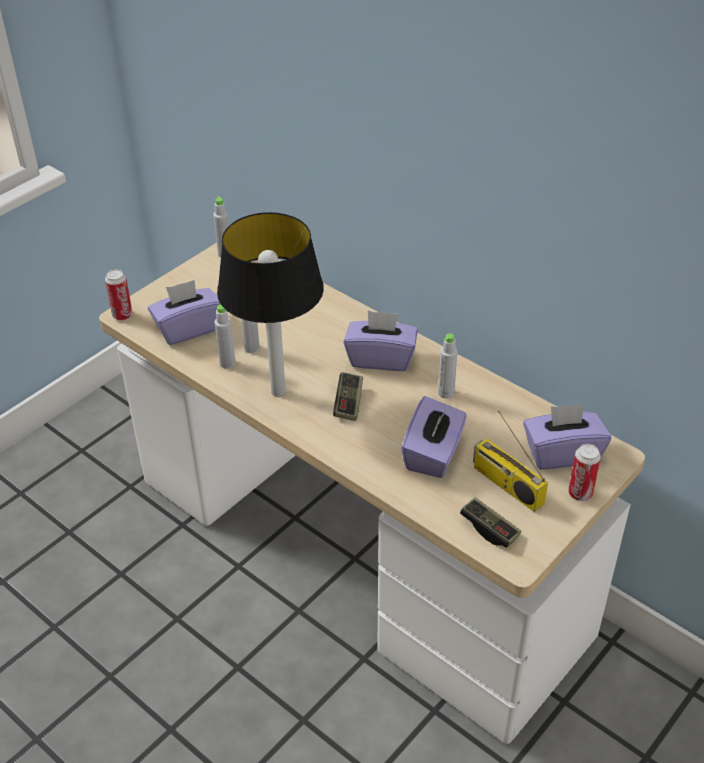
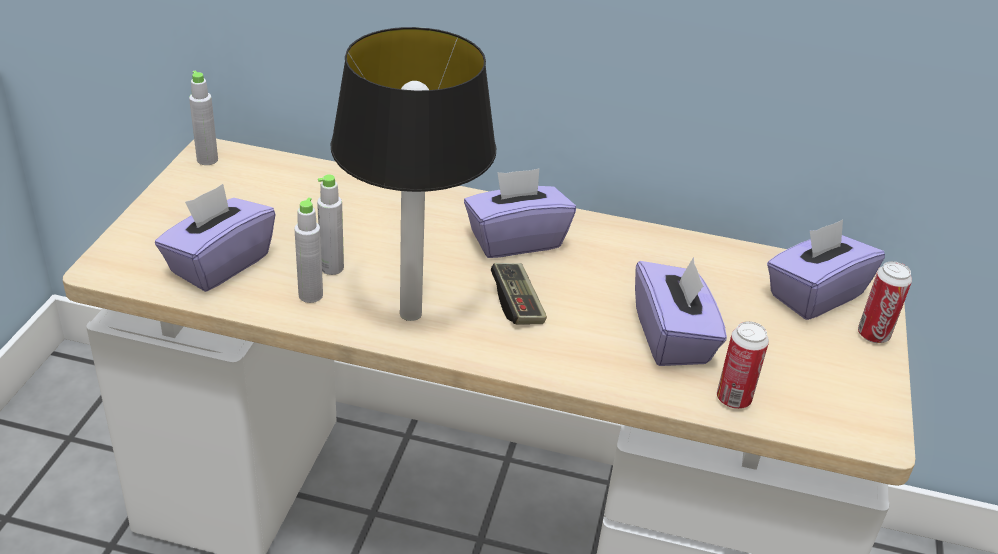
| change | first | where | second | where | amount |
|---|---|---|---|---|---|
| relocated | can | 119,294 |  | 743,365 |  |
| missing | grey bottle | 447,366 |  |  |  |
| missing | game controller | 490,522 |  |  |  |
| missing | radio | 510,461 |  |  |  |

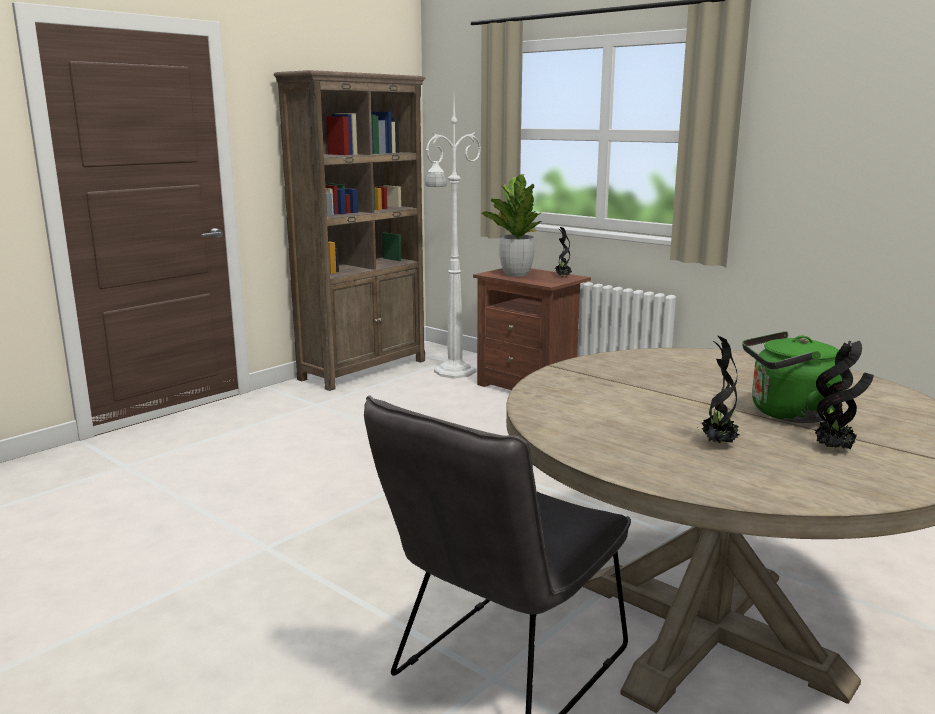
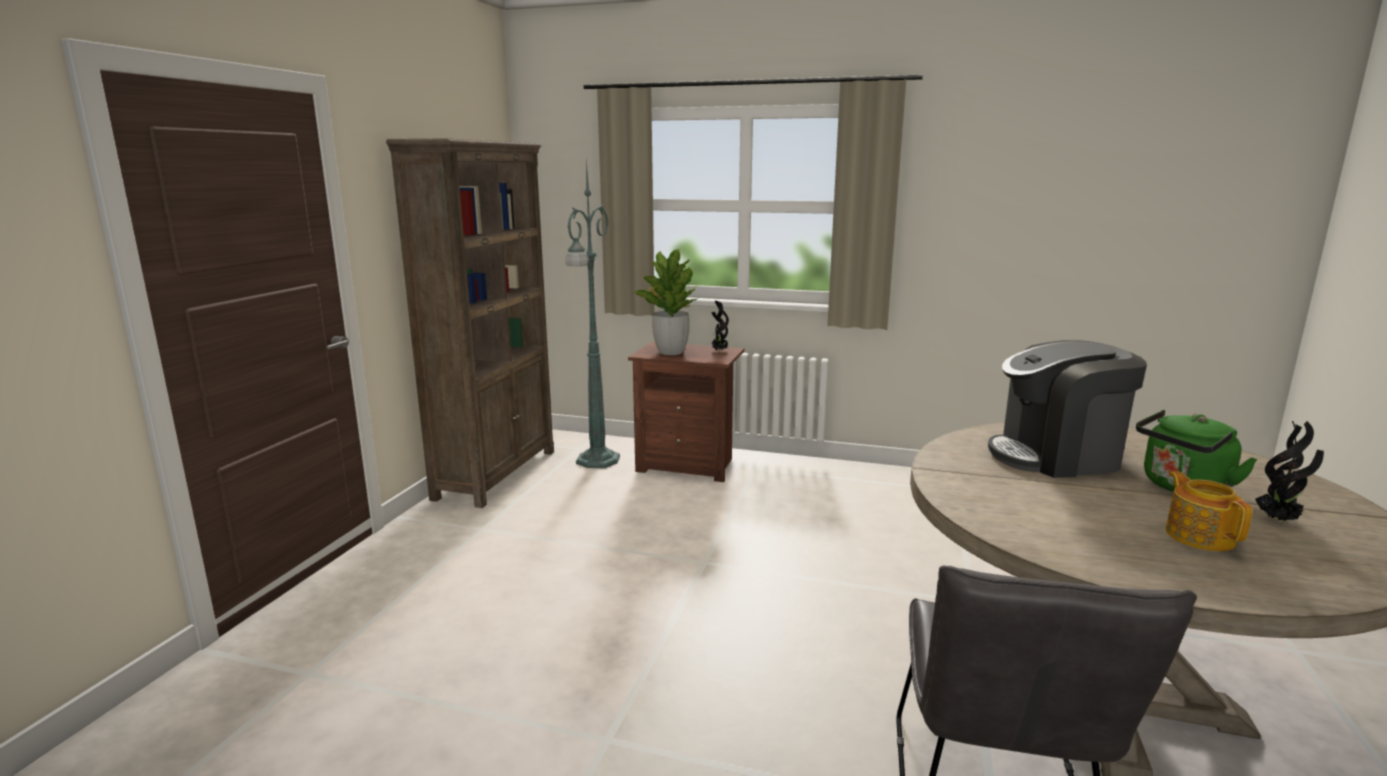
| change | first | where | second | where | amount |
|---|---|---|---|---|---|
| colour | white floor lamp | 453,238 | green floor lamp | 592,313 |  |
| appeared |  |  | coffee machine | 1067,409 |  |
| exchanged | potted plant | 718,390 | teapot | 1209,511 |  |

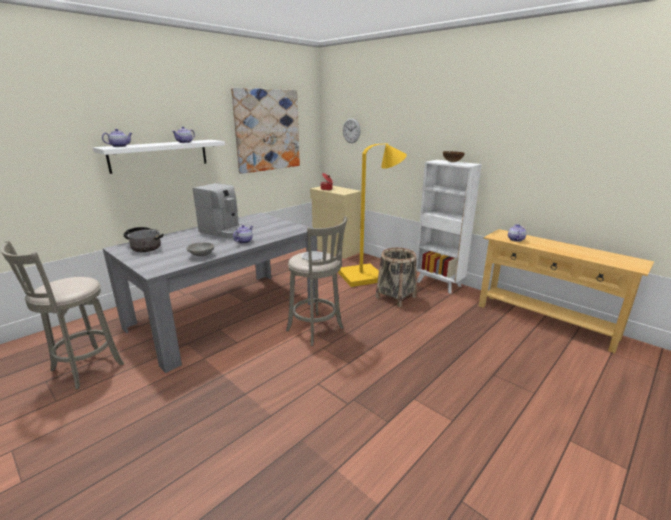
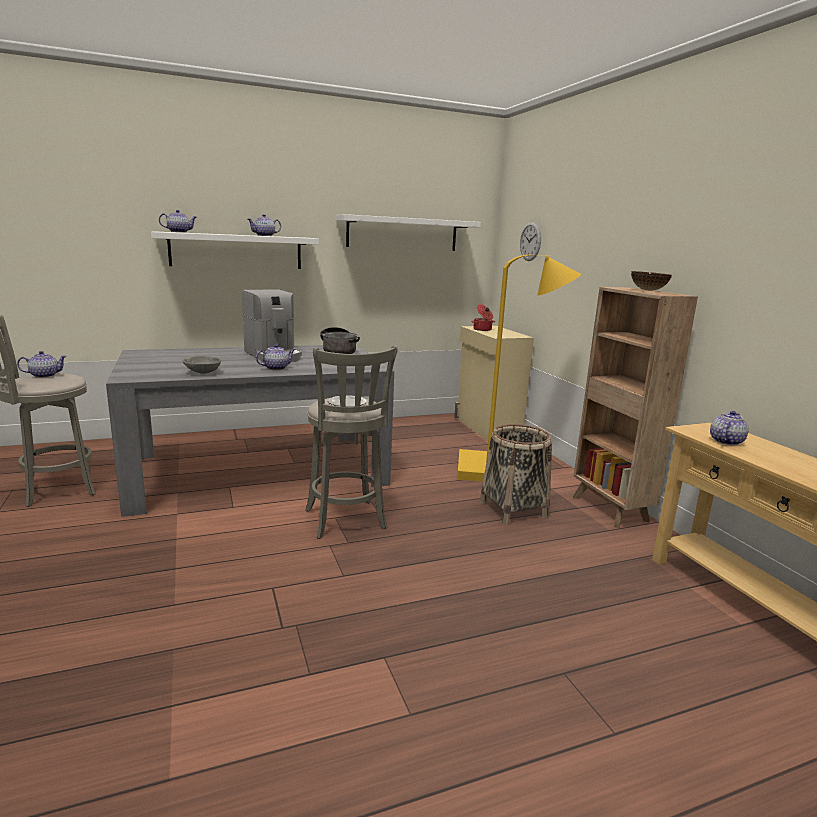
| change | first | where | second | where | amount |
|---|---|---|---|---|---|
| appeared |  |  | teapot | 42,364 |  |
| relocated | cooking pot | 143,239 |  | 340,340 |  |
| exchanged | picture | 265,131 | white shelf | 408,232 |  |
| colour | white bookcase | 449,227 | brown bookcase | 635,407 |  |

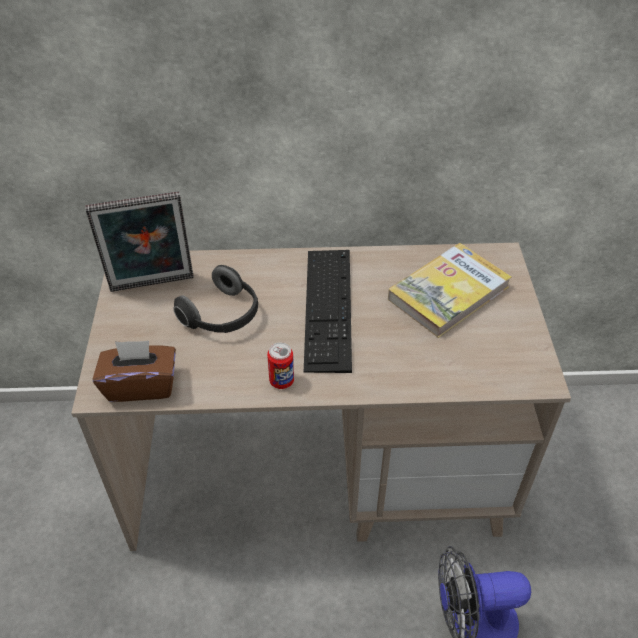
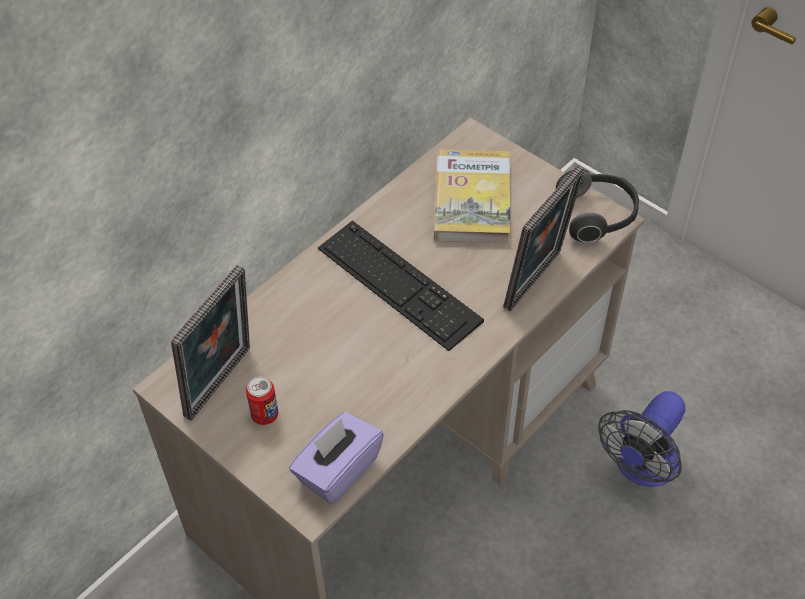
| change | first | where | second | where | amount |
|---|---|---|---|---|---|
| relocated | can | 280,366 |  | 262,401 |  |
| colour | brown tissue box | 134,371 | purple tissue box | 336,458 |  |
| appeared |  |  | picture frame | 544,238 |  |
| relocated | headphones | 215,299 |  | 597,206 |  |

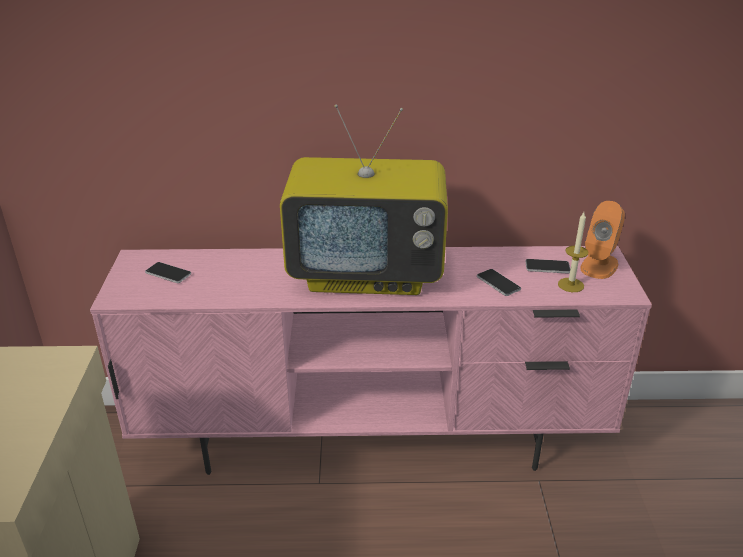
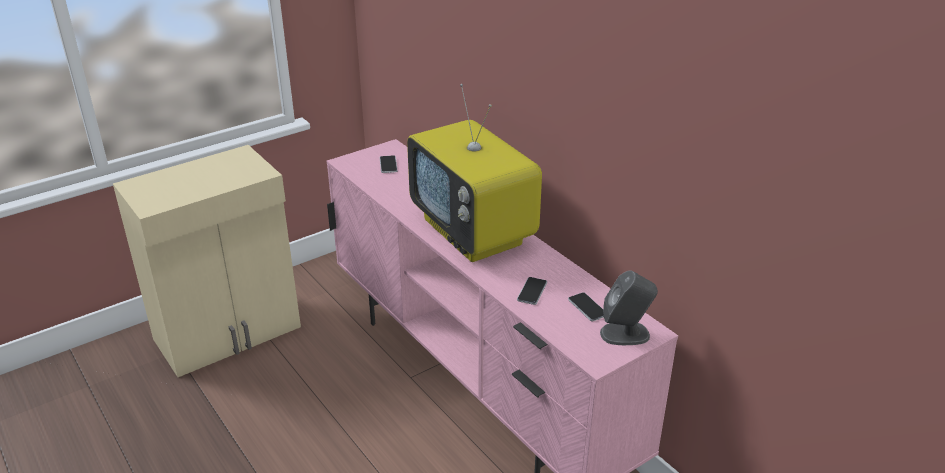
| change | first | where | second | where | amount |
|---|---|---|---|---|---|
| colour | orange speaker | 602,240 | grey speaker | 629,307 |  |
| missing | candle | 573,252 |  |  |  |

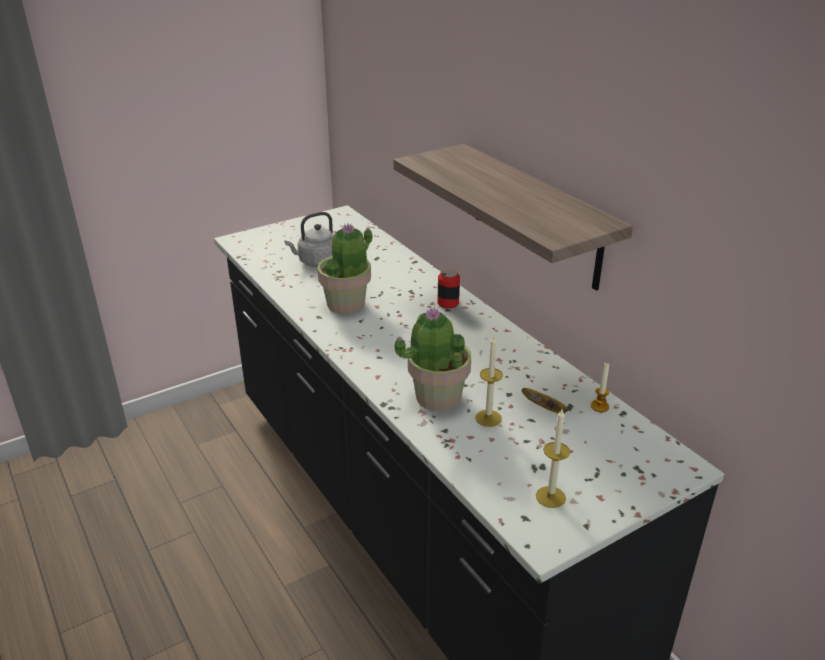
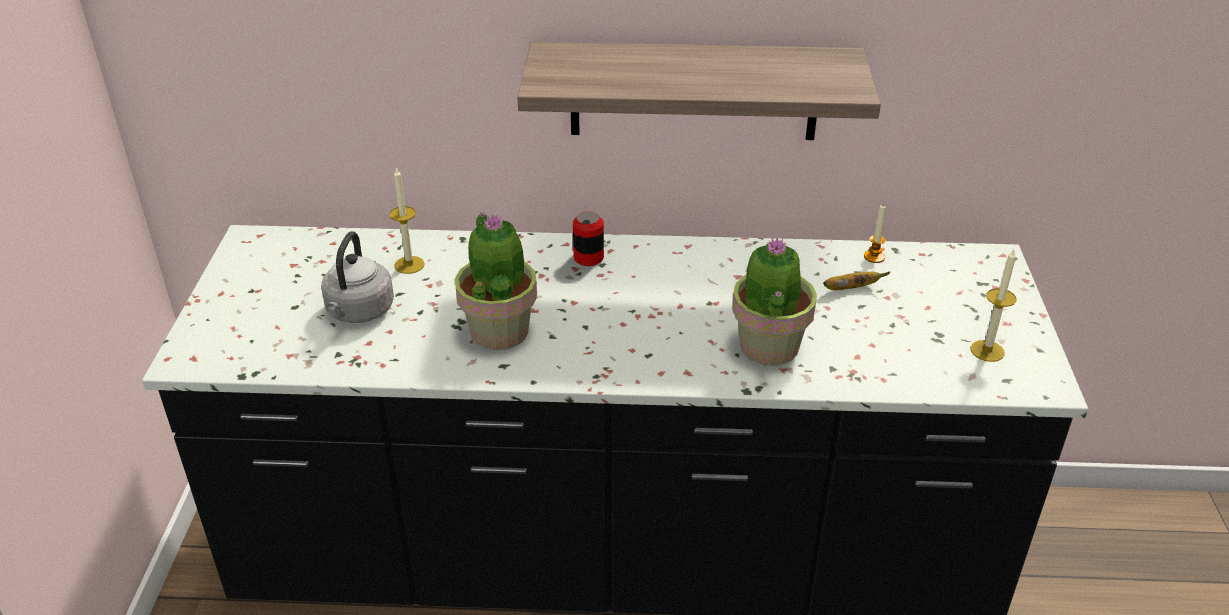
| change | first | where | second | where | amount |
|---|---|---|---|---|---|
| relocated | candle | 489,381 |  | 407,220 |  |

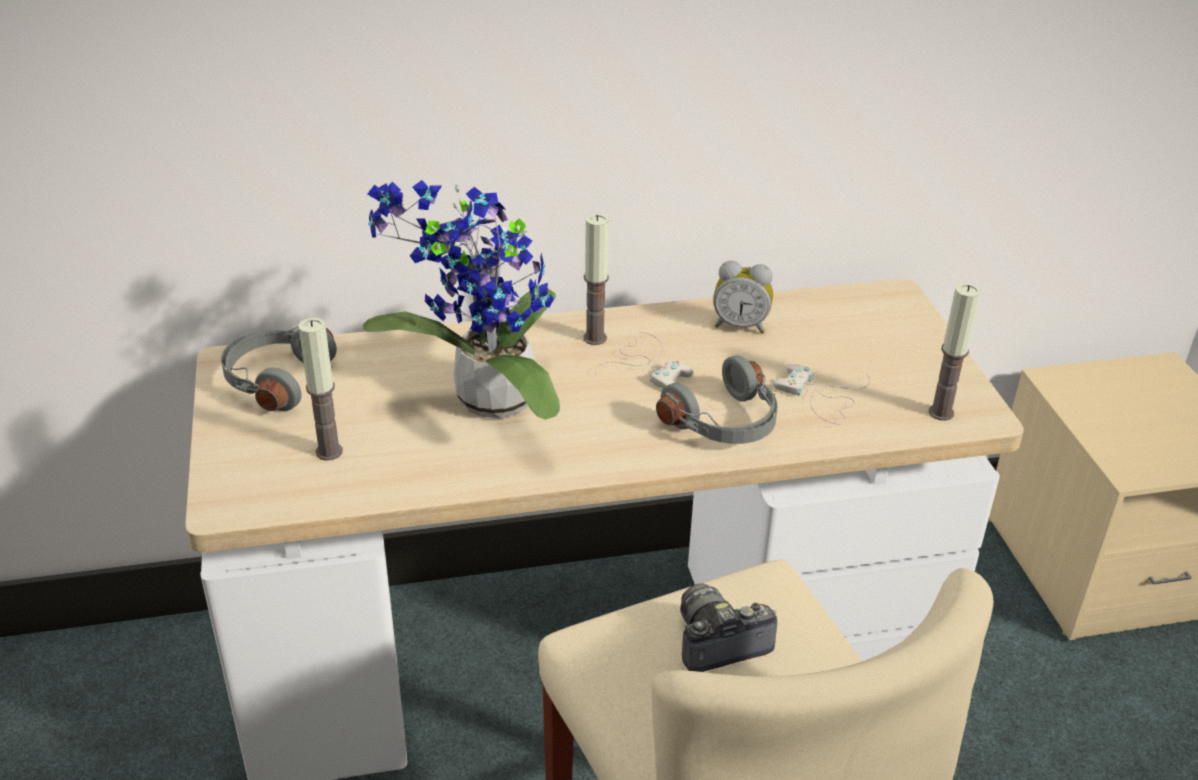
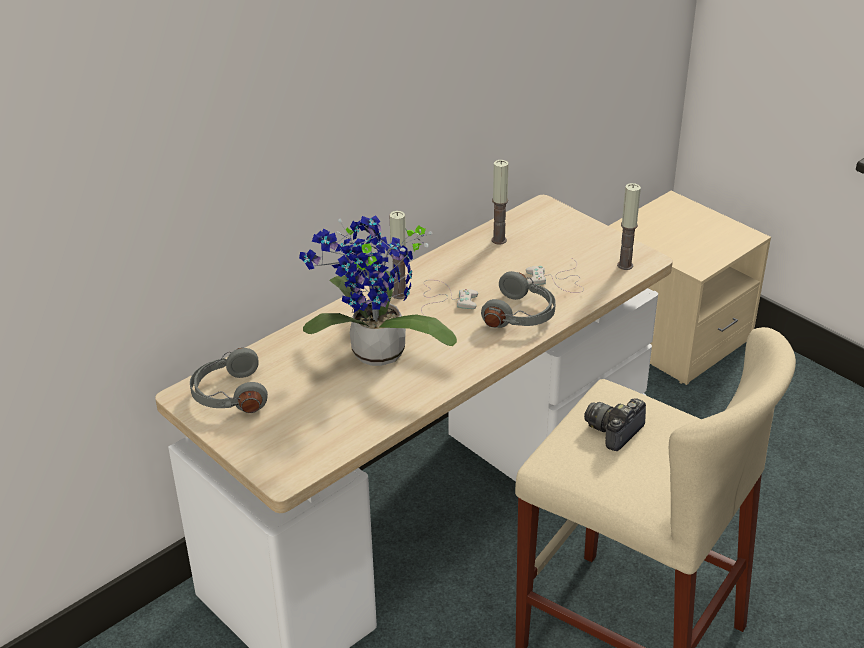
| change | first | where | second | where | amount |
|---|---|---|---|---|---|
| relocated | candle | 320,389 |  | 500,202 |  |
| missing | alarm clock | 743,297 |  |  |  |

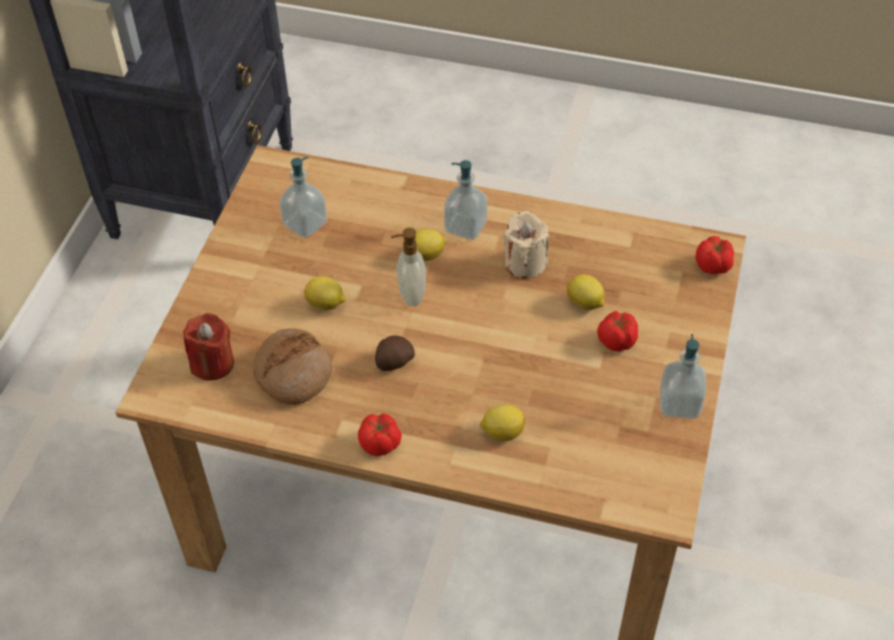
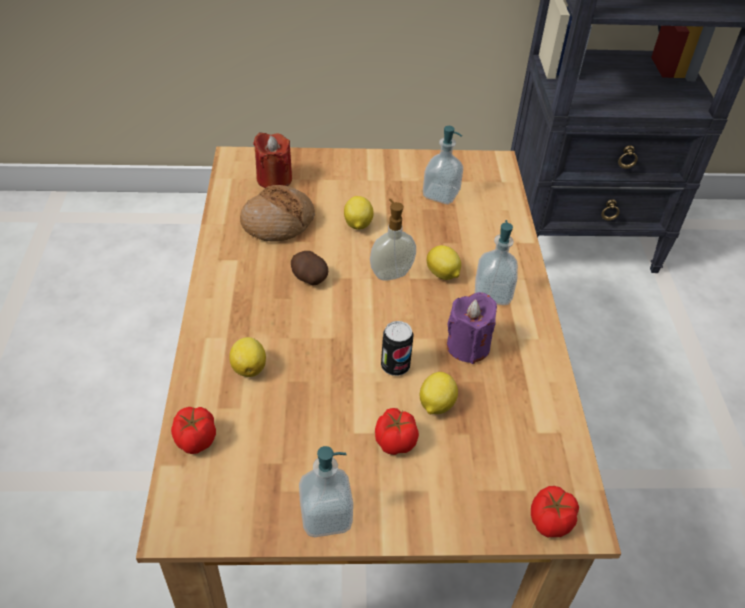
| change | first | where | second | where | amount |
|---|---|---|---|---|---|
| relocated | tomato | 380,434 |  | 193,430 |  |
| appeared |  |  | can | 397,348 |  |
| colour | beige candle | 526,245 | purple candle | 472,328 |  |

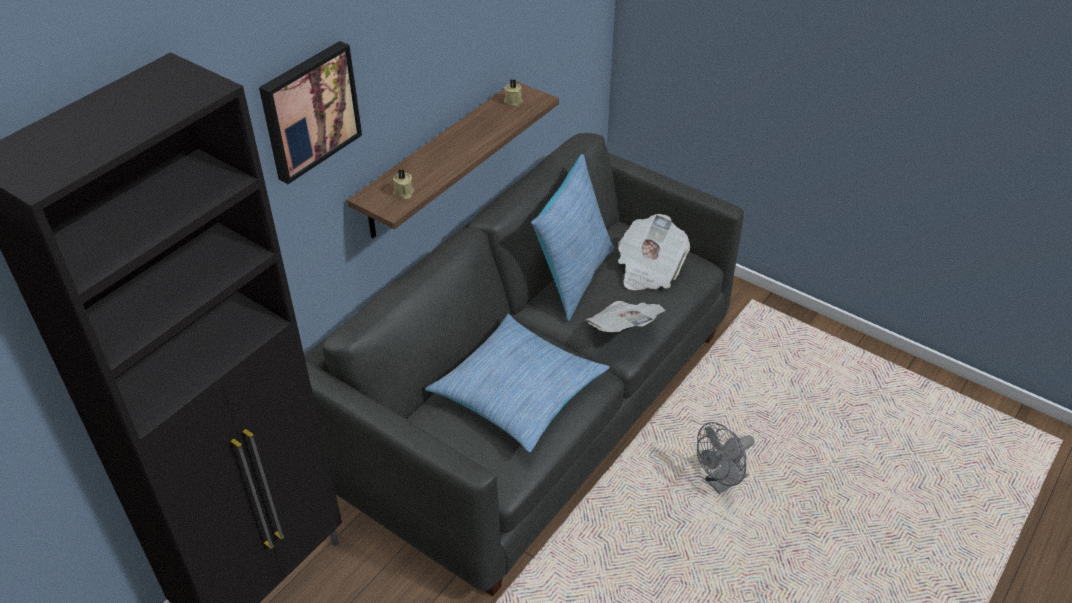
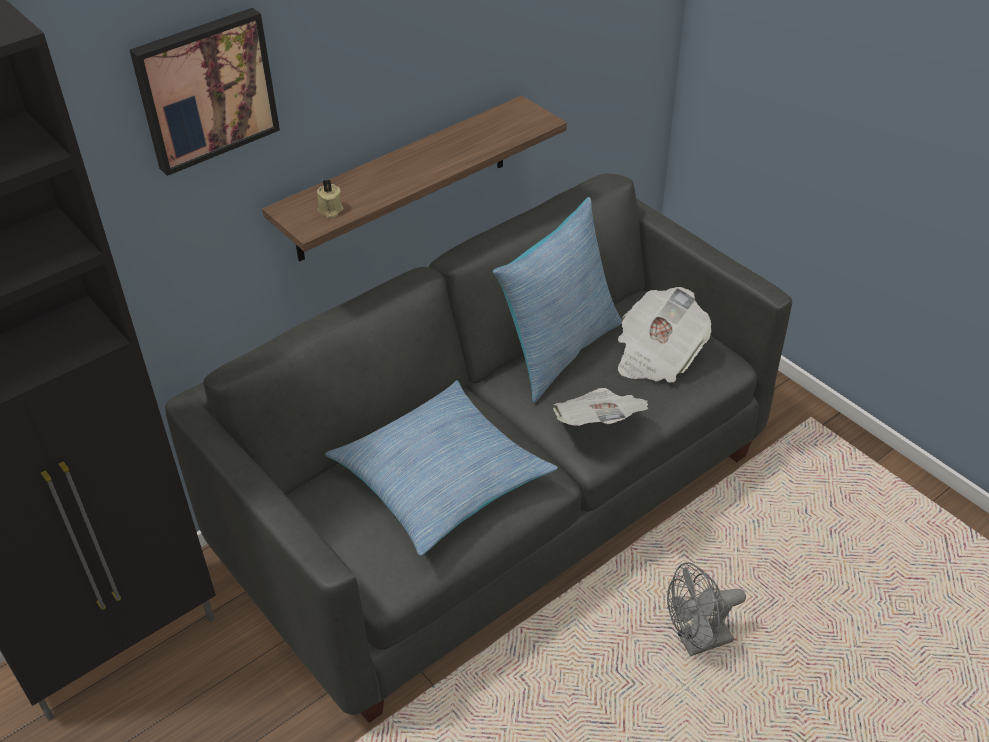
| change | first | where | second | where | amount |
|---|---|---|---|---|---|
| missing | beige candle | 513,92 |  |  |  |

